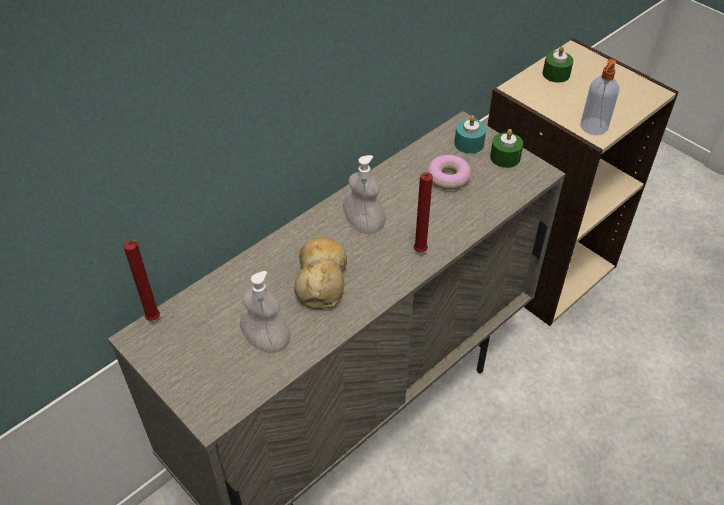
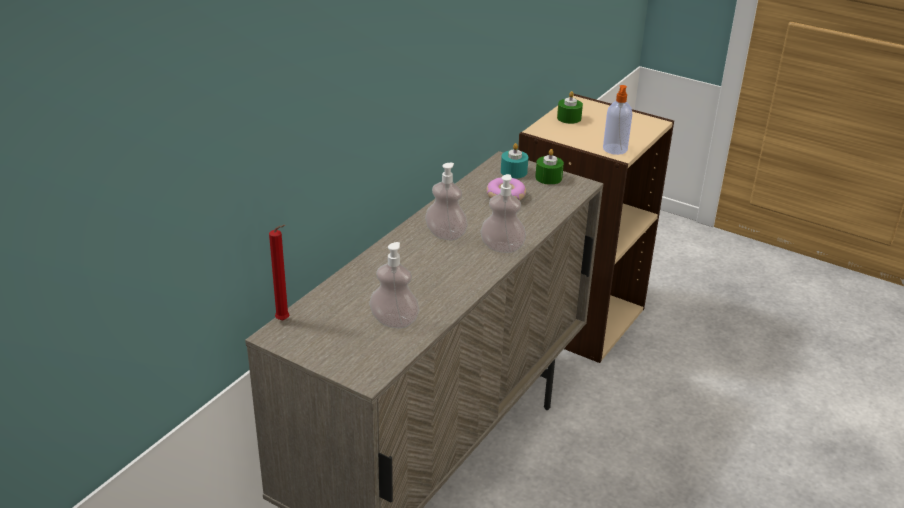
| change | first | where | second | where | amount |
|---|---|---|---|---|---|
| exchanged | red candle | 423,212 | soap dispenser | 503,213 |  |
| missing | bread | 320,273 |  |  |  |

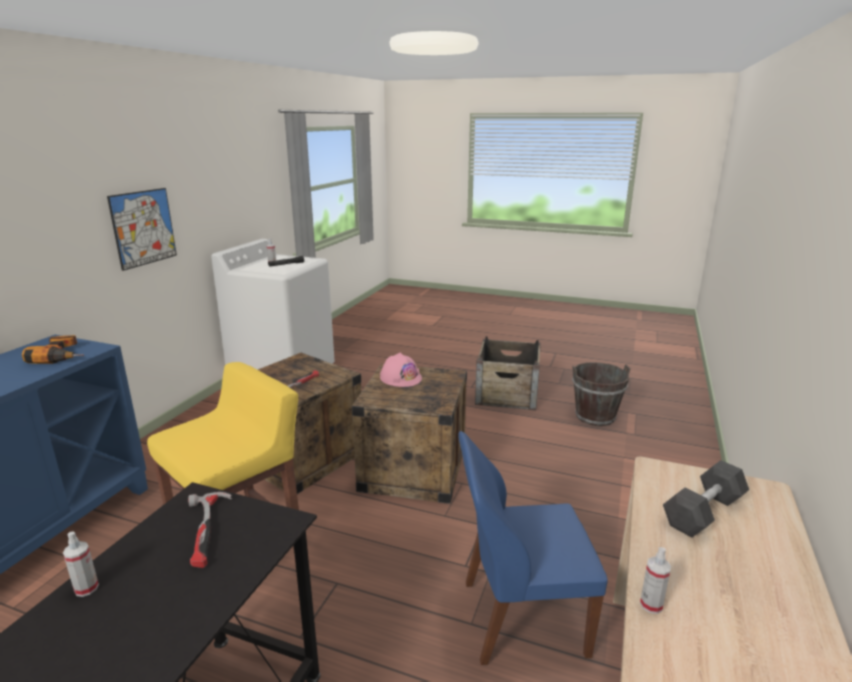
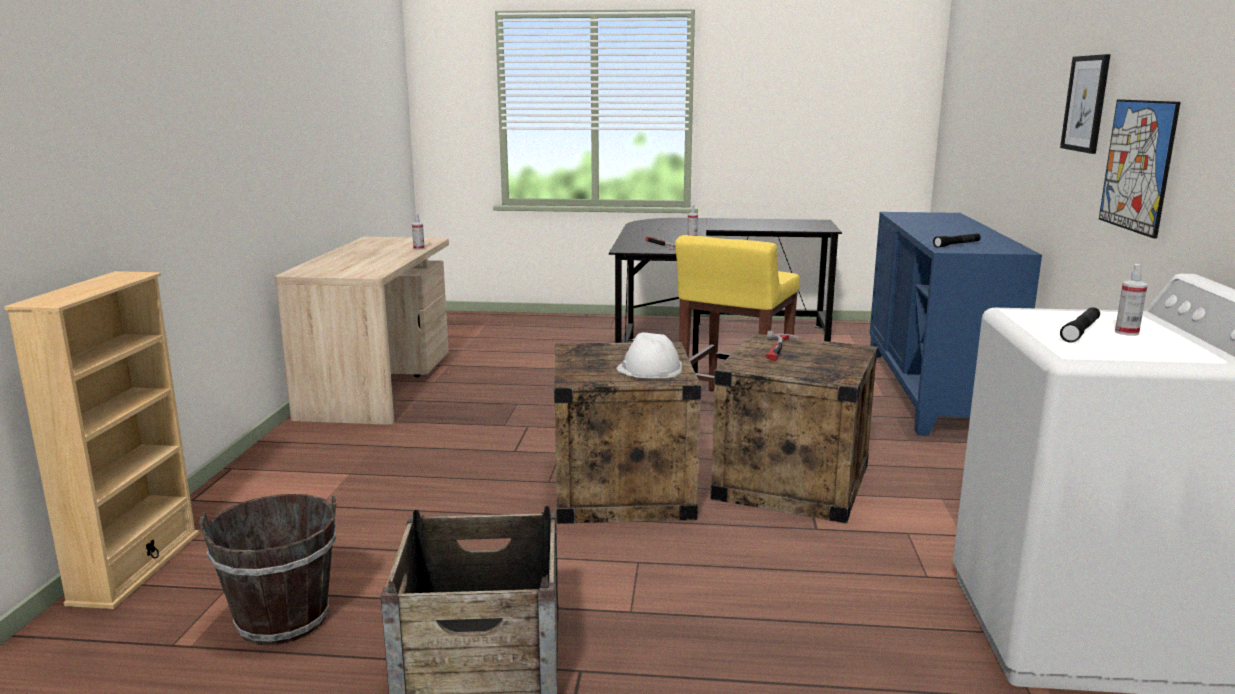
| change | first | where | second | where | amount |
|---|---|---|---|---|---|
| appeared |  |  | beige bookcase | 102,440 |  |
| colour | pink hard hat | 401,370 | white hard hat | 649,356 |  |
| exchanged | power drill | 53,349 | black flashlight | 957,240 |  |
| appeared |  |  | picture | 1085,104 |  |
| missing | blue chair | 533,548 |  |  |  |
| missing | grey dumbbell | 706,499 |  |  |  |

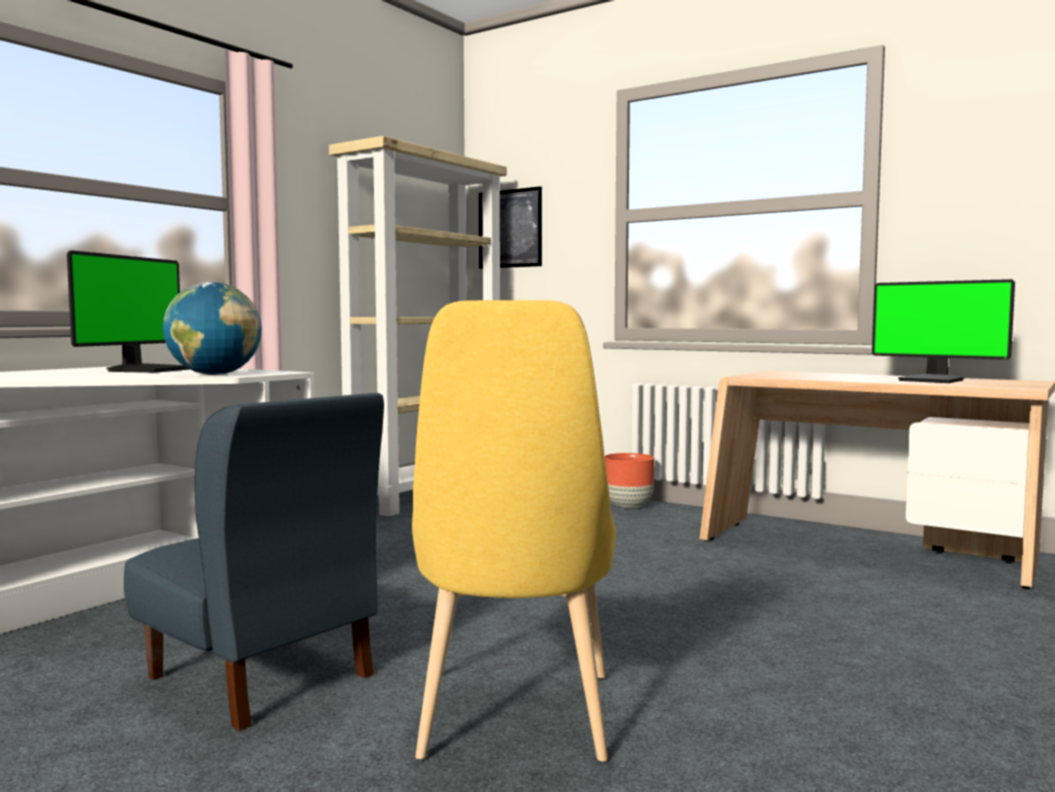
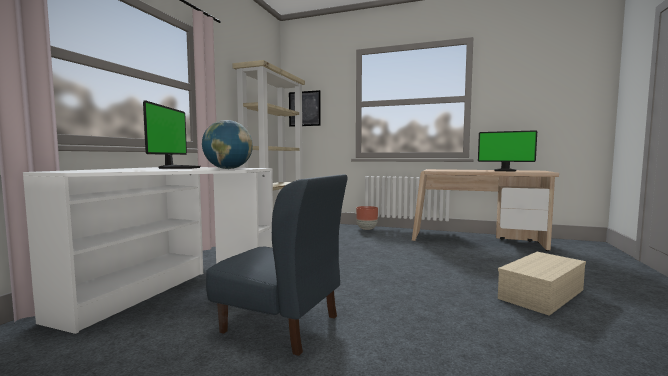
| change | first | where | second | where | amount |
|---|---|---|---|---|---|
| appeared |  |  | beige storage box | 542,284 |  |
| missing | yellow chair | 514,531 |  |  |  |

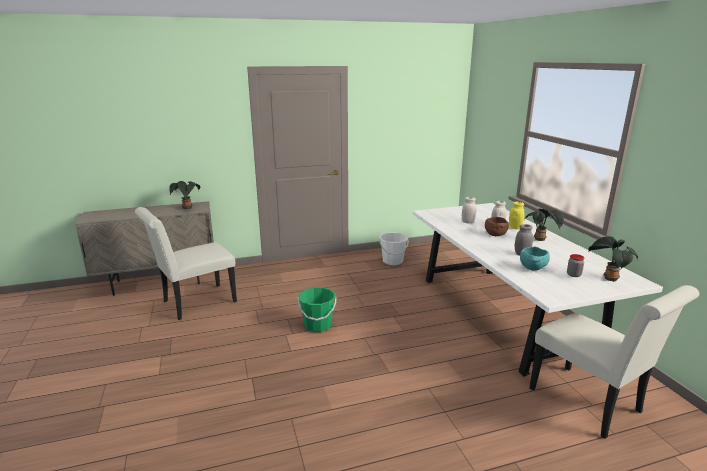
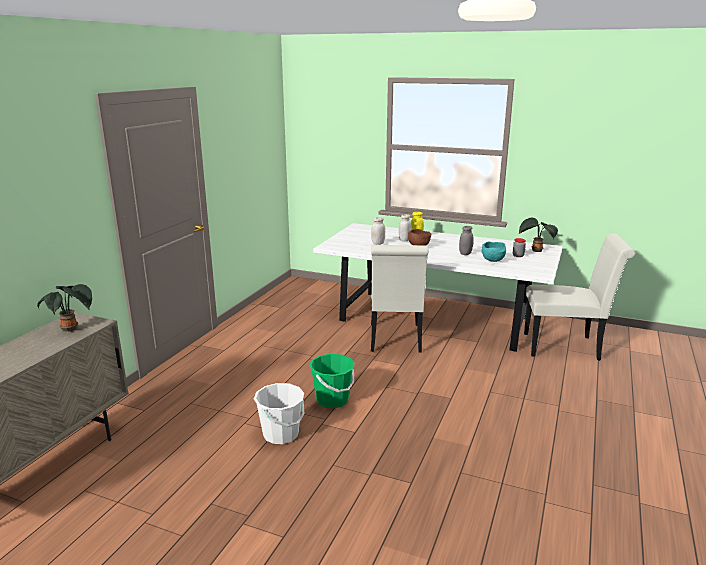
| change | first | where | second | where | amount |
|---|---|---|---|---|---|
| relocated | white bucket | 394,249 |  | 279,413 |  |
| relocated | white chair | 186,263 |  | 399,299 |  |
| missing | potted plant | 544,224 |  |  |  |

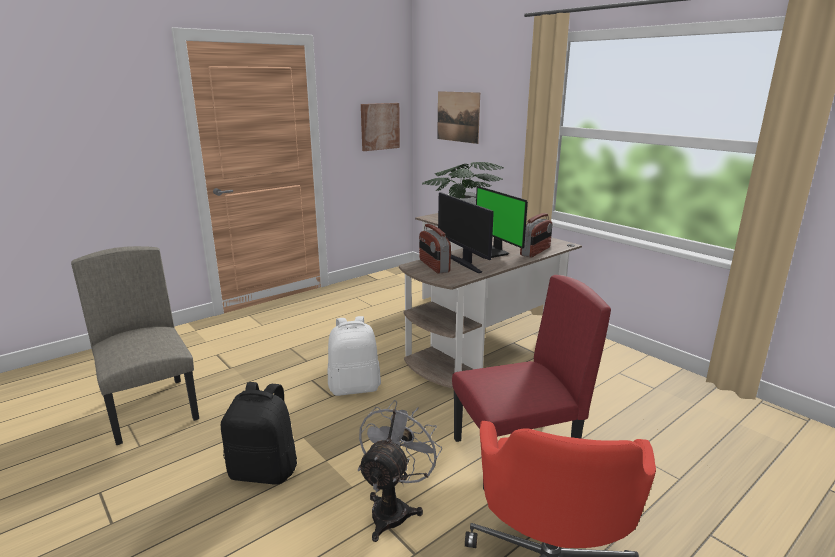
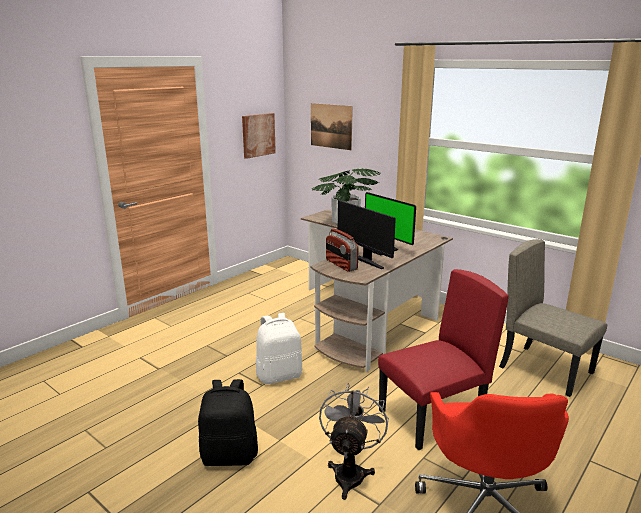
| change | first | where | second | where | amount |
|---|---|---|---|---|---|
| relocated | beige chair | 135,345 |  | 553,318 |  |
| missing | radio | 536,235 |  |  |  |

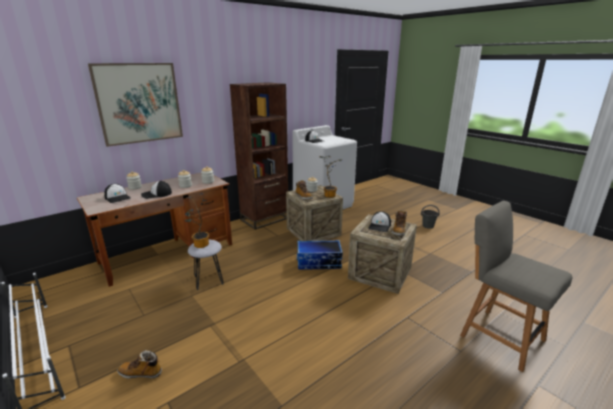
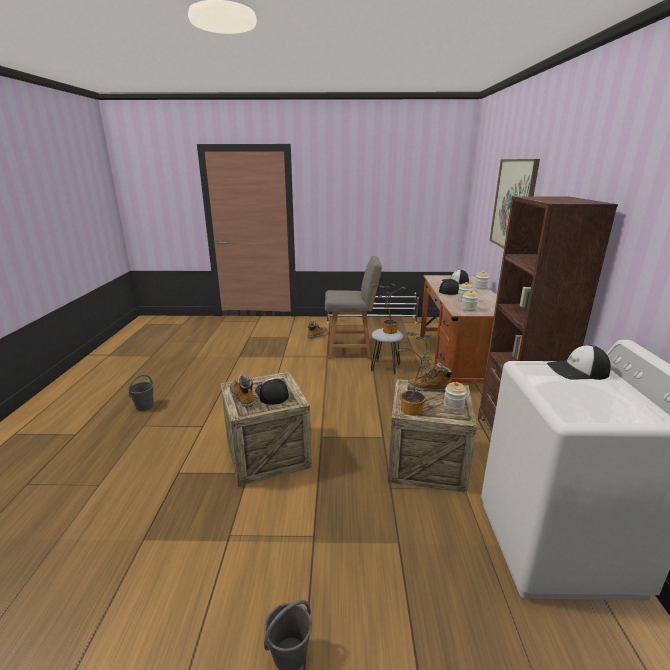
| change | first | where | second | where | amount |
|---|---|---|---|---|---|
| appeared |  |  | grey bucket | 140,392 |  |
| relocated | grey chair | 516,286 |  | 353,307 |  |
| missing | storage box | 320,255 |  |  |  |

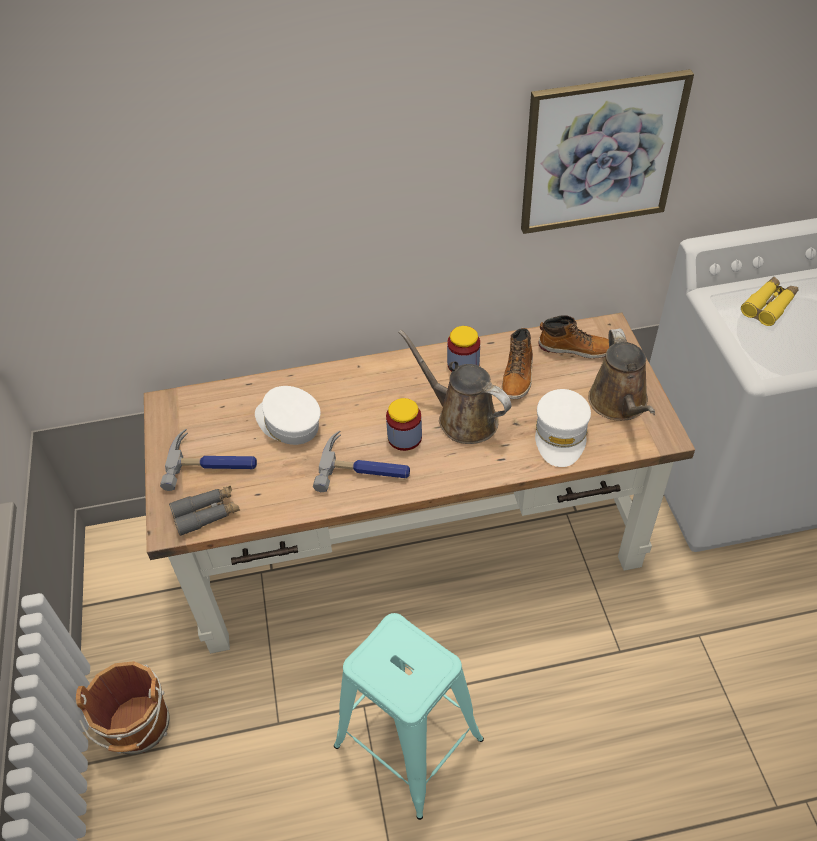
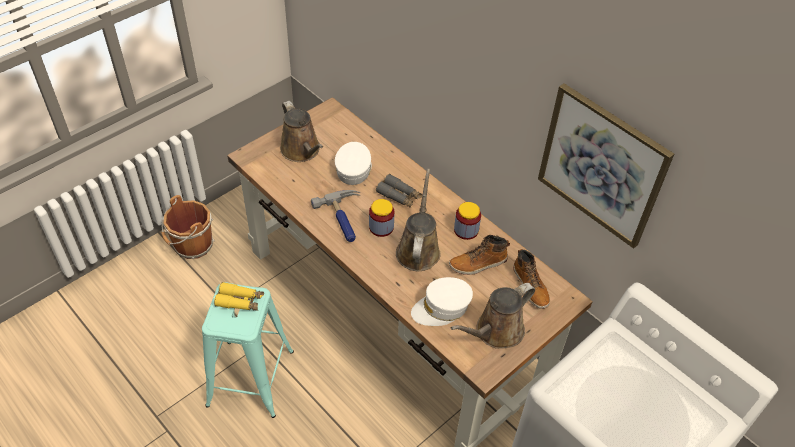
| change | first | where | second | where | amount |
|---|---|---|---|---|---|
| relocated | yellow binoculars | 770,301 |  | 239,296 |  |
| exchanged | hammer | 208,460 | brown watering can | 301,131 |  |
| relocated | grey binoculars | 204,511 |  | 399,191 |  |

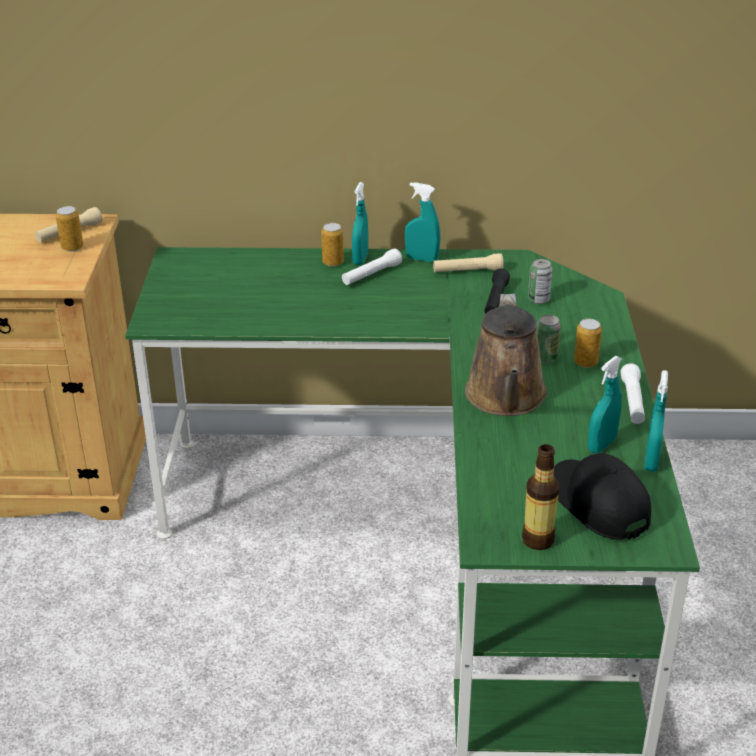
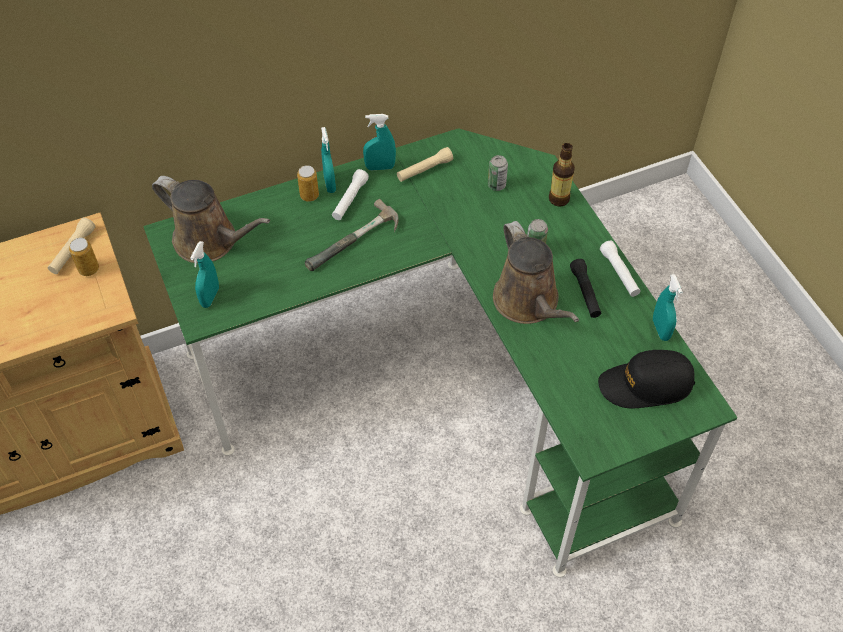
| change | first | where | second | where | amount |
|---|---|---|---|---|---|
| appeared |  |  | brown watering can | 211,219 |  |
| relocated | turquoise spray bottle | 605,404 |  | 204,274 |  |
| appeared |  |  | hammer | 351,235 |  |
| relocated | bottle | 541,497 |  | 562,175 |  |
| relocated | black flashlight | 497,291 |  | 585,288 |  |
| spun | black cap | 602,497 |  | 646,379 | 45 degrees counterclockwise |
| missing | can | 588,343 |  |  |  |

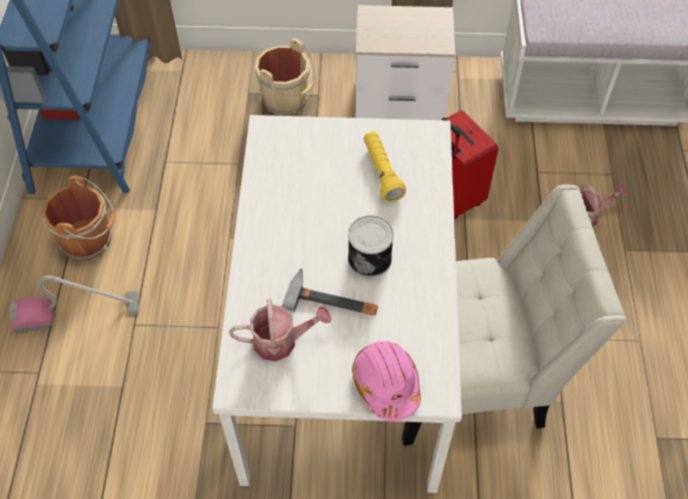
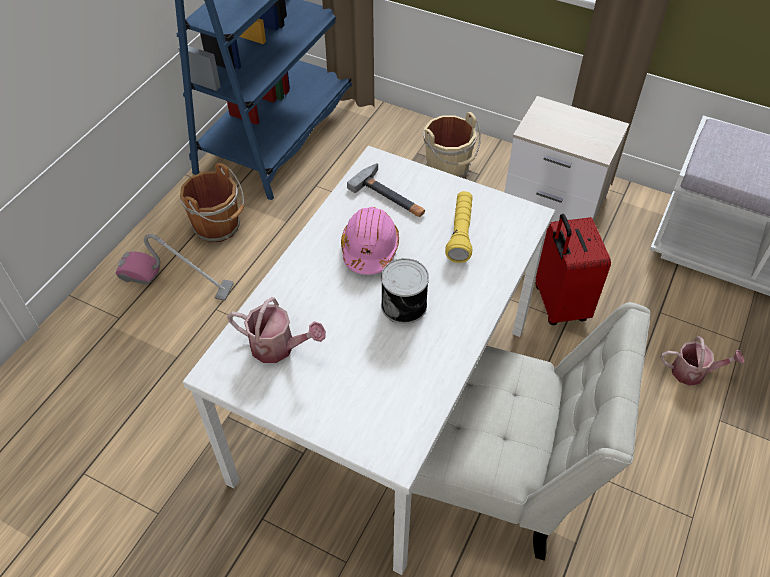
| change | first | where | second | where | amount |
|---|---|---|---|---|---|
| relocated | pink hard hat | 386,381 |  | 370,241 |  |
| relocated | hammer | 330,292 |  | 386,190 |  |

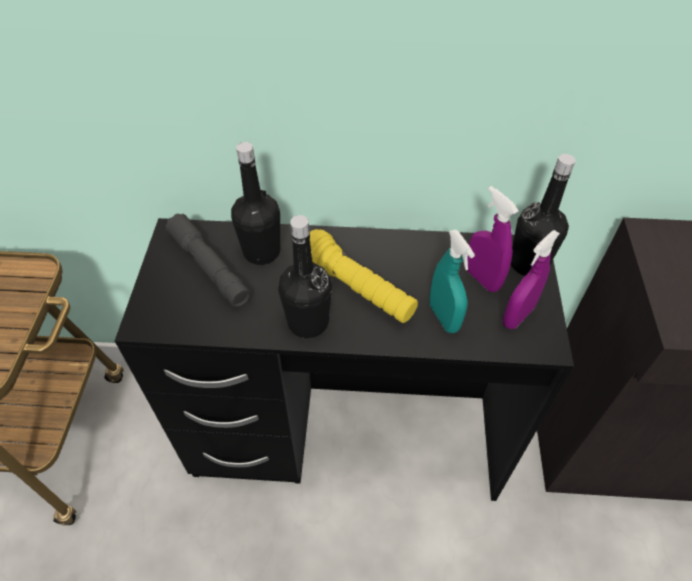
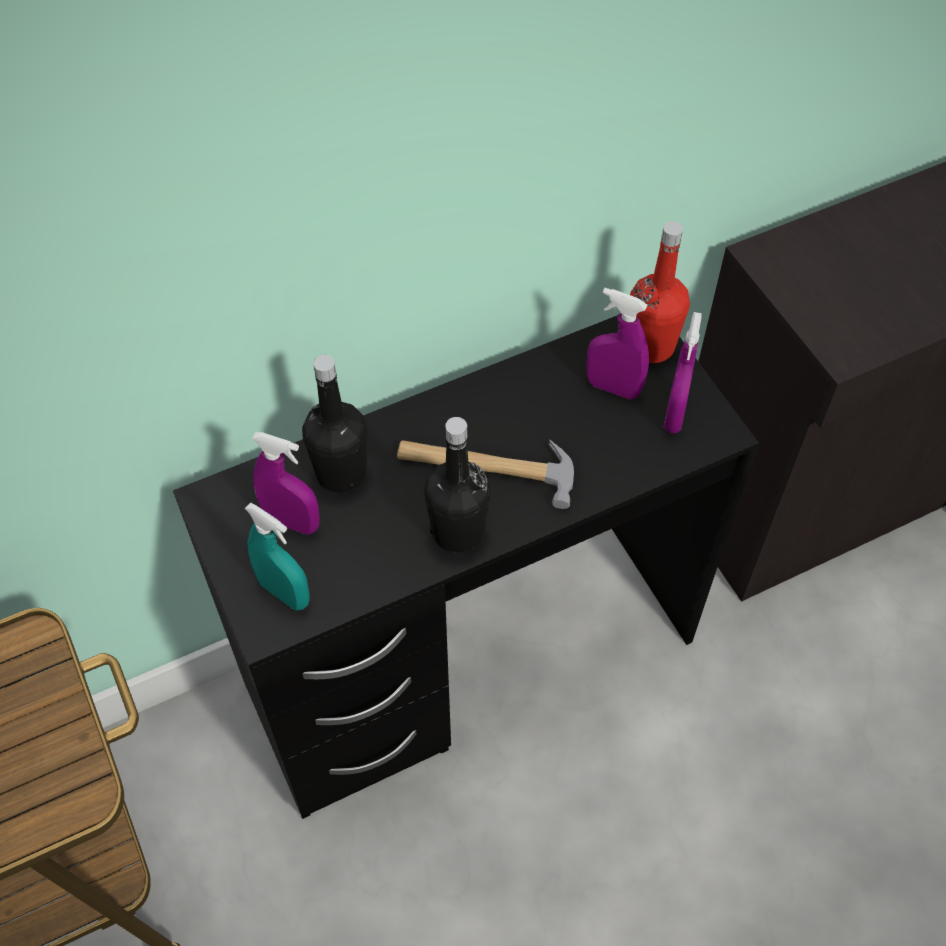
| change | first | where | second | where | amount |
|---|---|---|---|---|---|
| relocated | turquoise spray bottle | 452,281 |  | 277,556 |  |
| exchanged | grey flashlight | 208,260 | purple spray bottle | 286,483 |  |
| exchanged | yellow flashlight | 364,276 | hammer | 485,474 |  |
| colour | black bottle | 543,215 | red bottle | 660,292 |  |

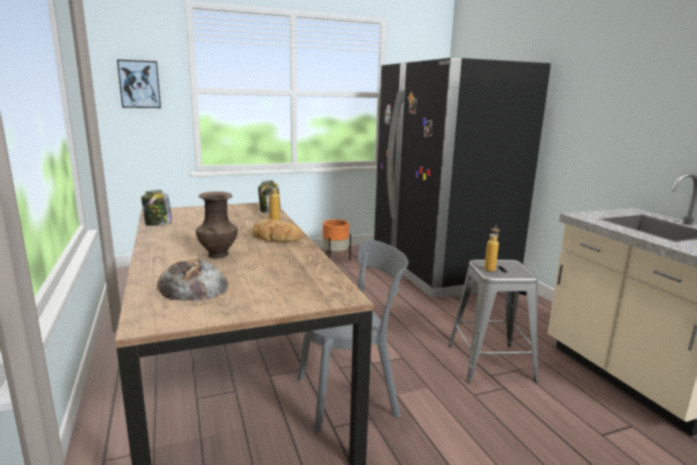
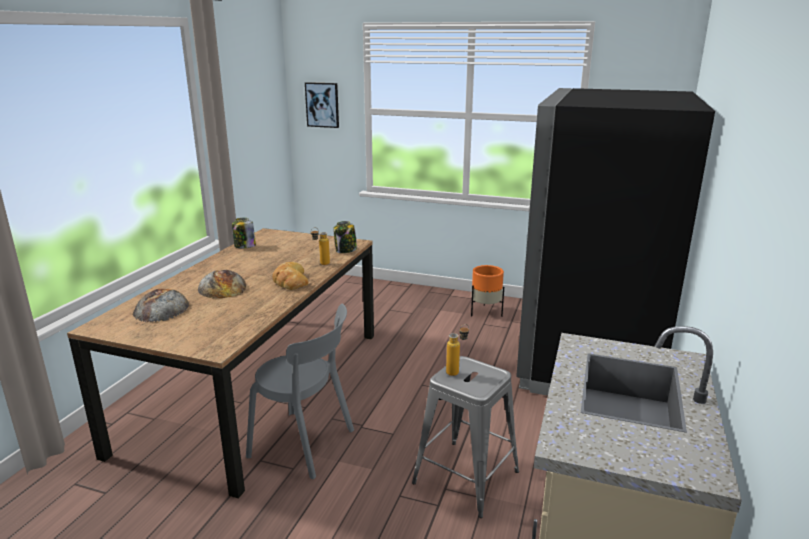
| change | first | where | second | where | amount |
|---|---|---|---|---|---|
| exchanged | brown vase | 217,225 | bread | 222,284 |  |

